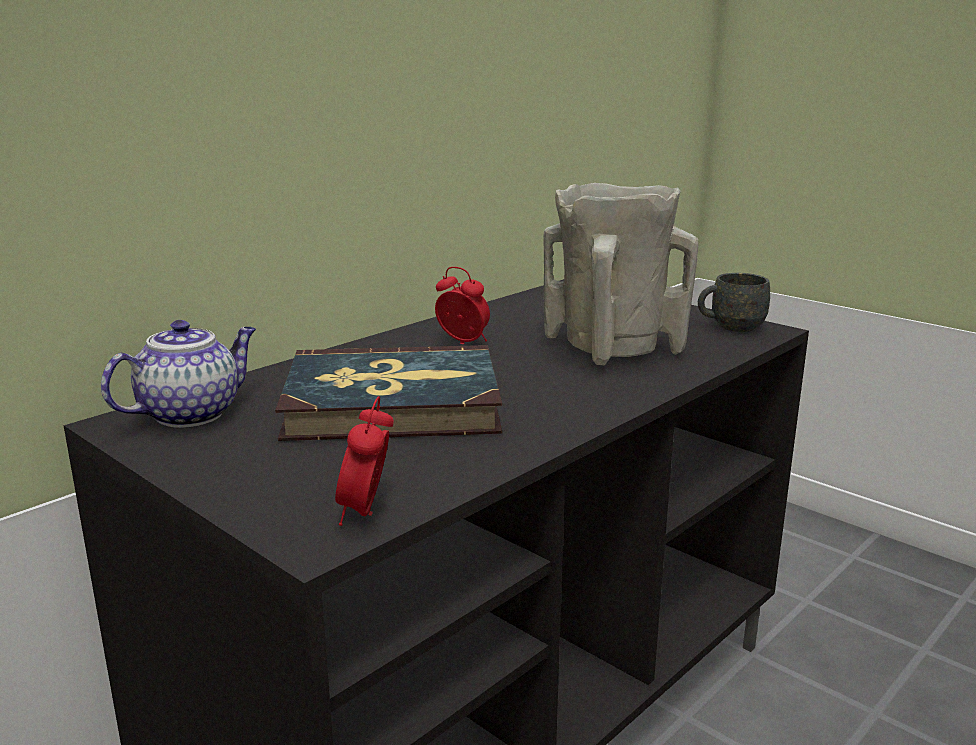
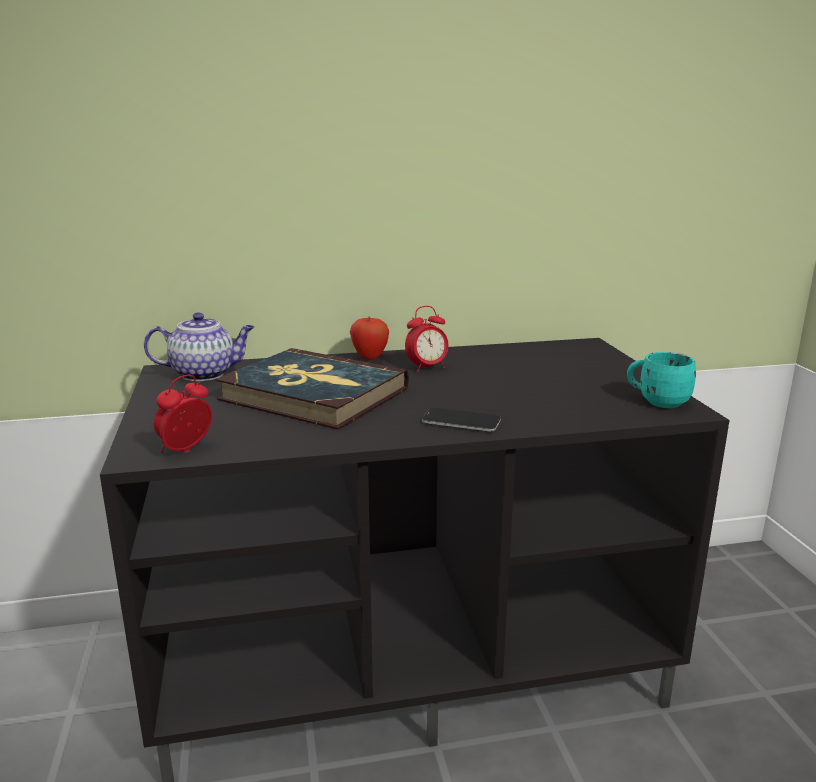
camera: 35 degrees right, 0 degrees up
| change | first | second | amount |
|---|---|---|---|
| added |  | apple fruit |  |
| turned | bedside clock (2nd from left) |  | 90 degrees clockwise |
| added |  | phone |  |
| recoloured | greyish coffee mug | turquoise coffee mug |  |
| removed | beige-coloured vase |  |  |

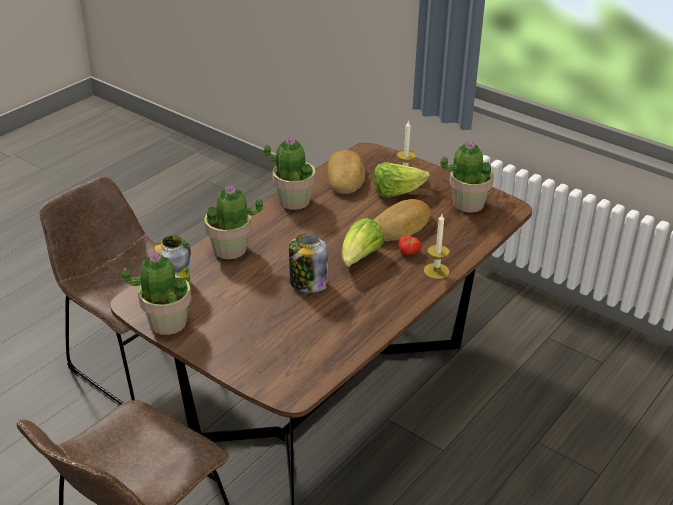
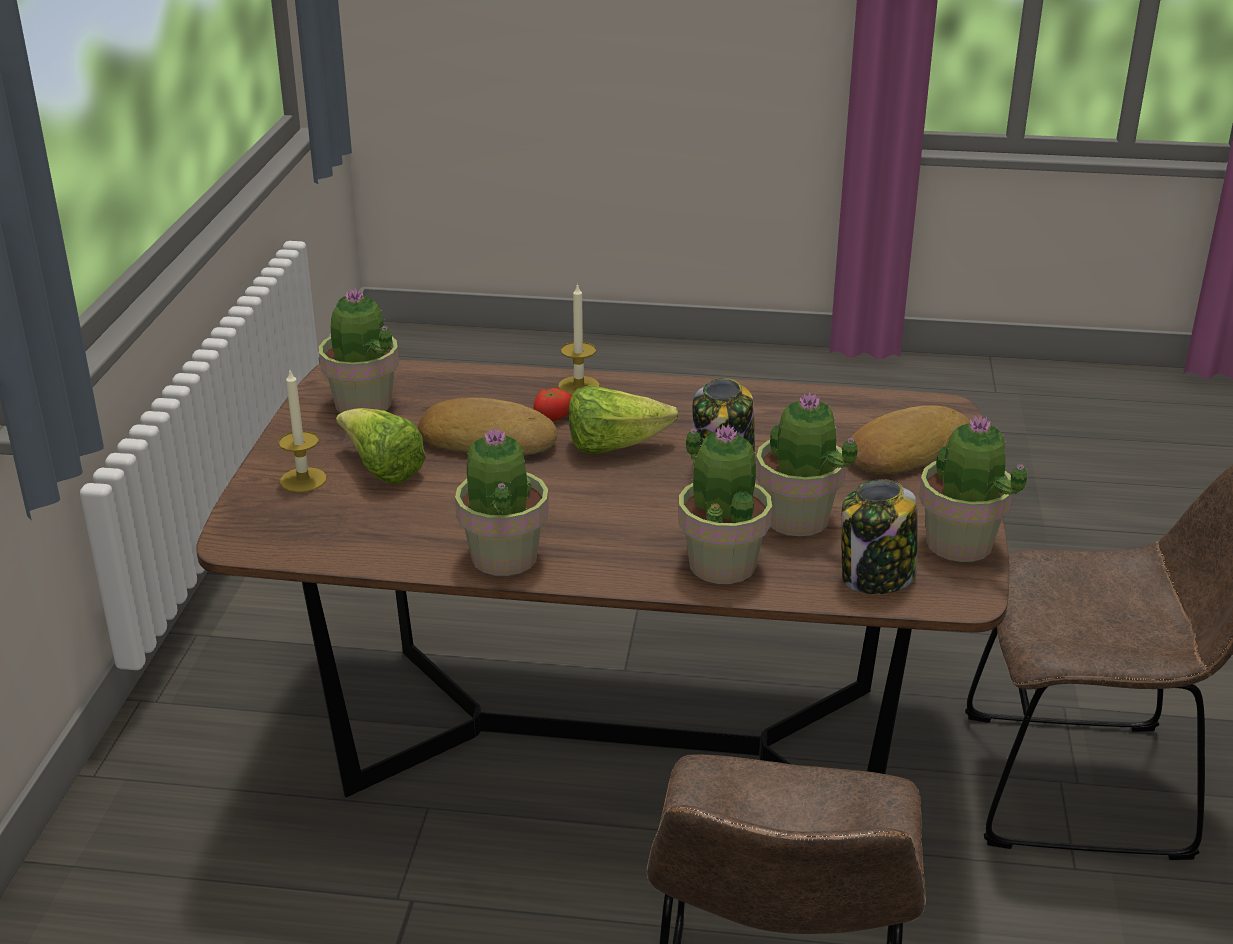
camera: 120 degrees left, 5 degrees down
| change | first | second | amount |
|---|---|---|---|
| added |  | plant in a pot (4th from left) |  |
| moved | bread (1st from left in the first image) | bread (2nd from left) |  |

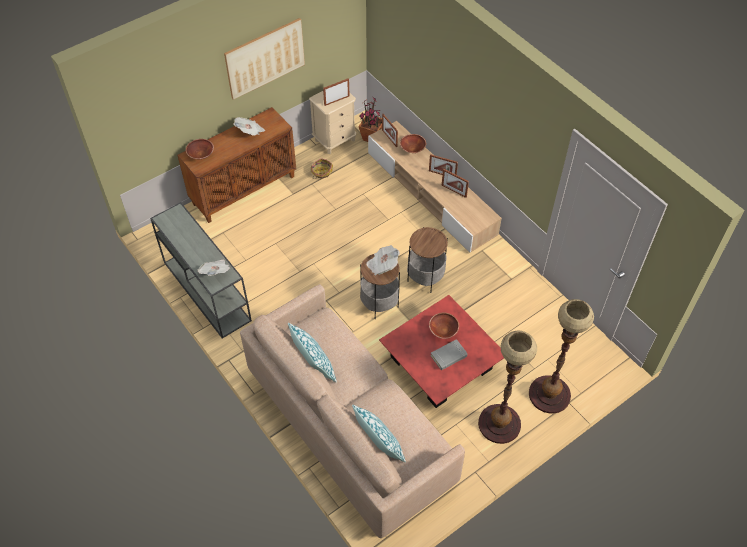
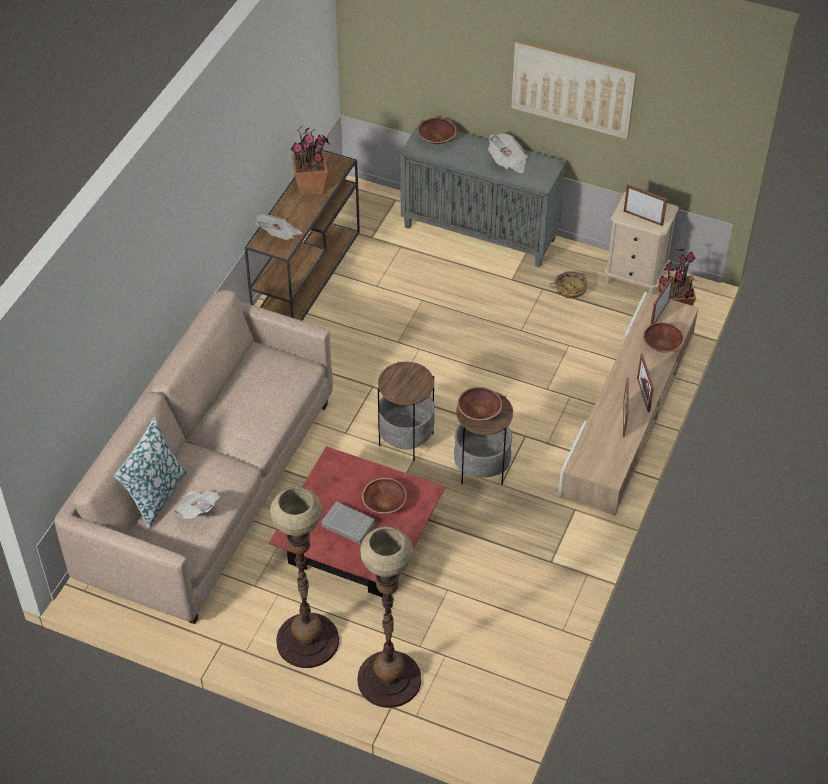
camera: 60 degrees right, 5 degrees down
| change | first | second | amount |
|---|---|---|---|
| moved | newspaper (3rd from left in the first image) | newspaper (1st from left) |  |
| recoloured | greyish console table | brown console table |  |
| added |  | plant in a pot (1st from left) |  |
| recoloured | brown storage cabinet | greyish storage cabinet |  |
| added |  | brown bowl (3rd from left) |  |
| removed | pillow (1st from left) |  |  |

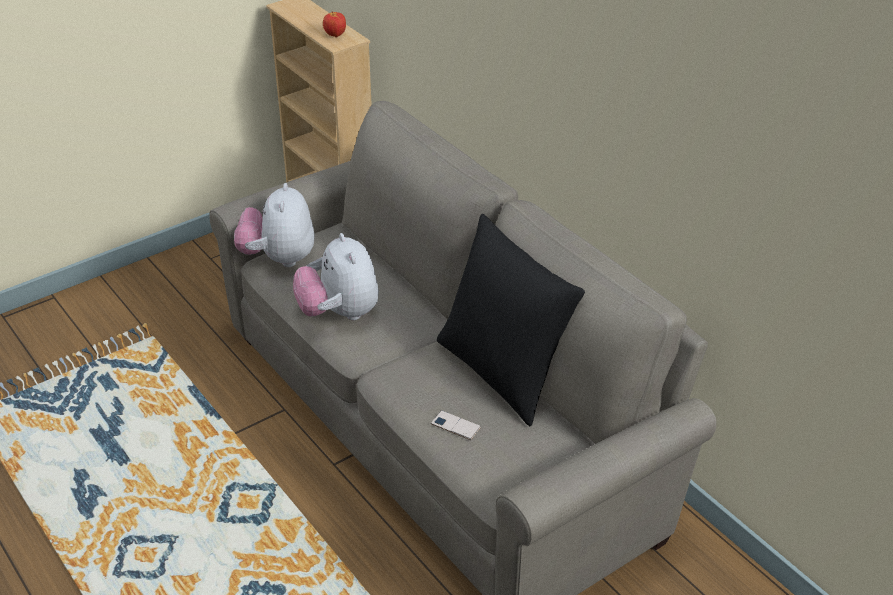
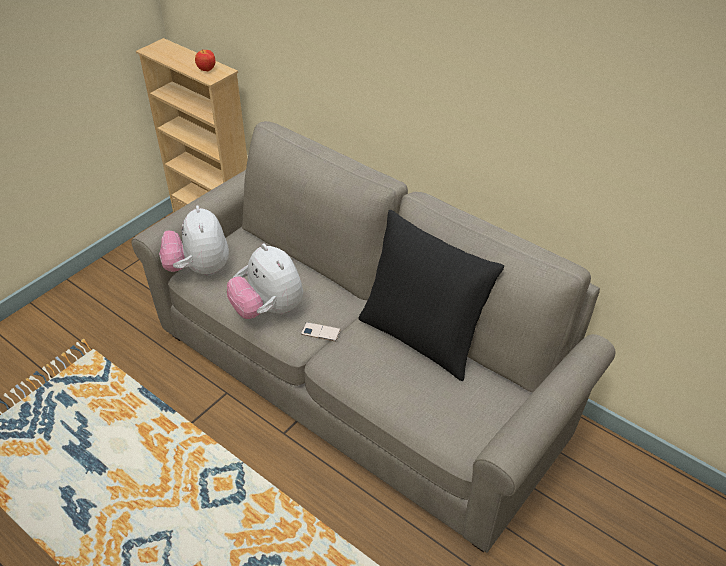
camera: 15 degrees left, 5 degrees up
| change | first | second | amount |
|---|---|---|---|
| moved | phone |  |  |

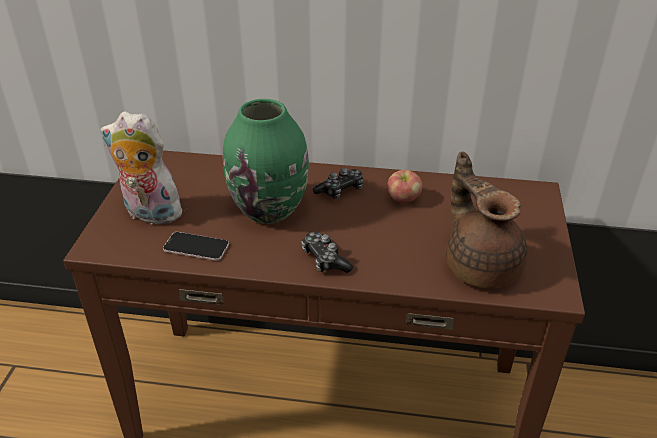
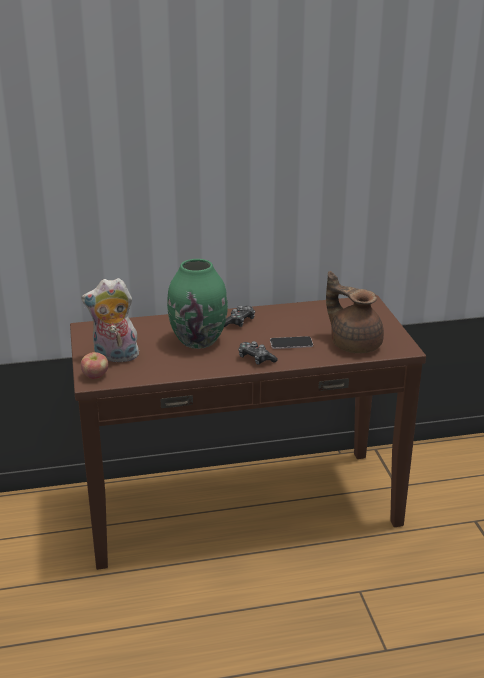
camera: 20 degrees left, 10 degrees down
| change | first | second | amount |
|---|---|---|---|
| moved | apple fruit |  |  |
| moved | phone |  |  |

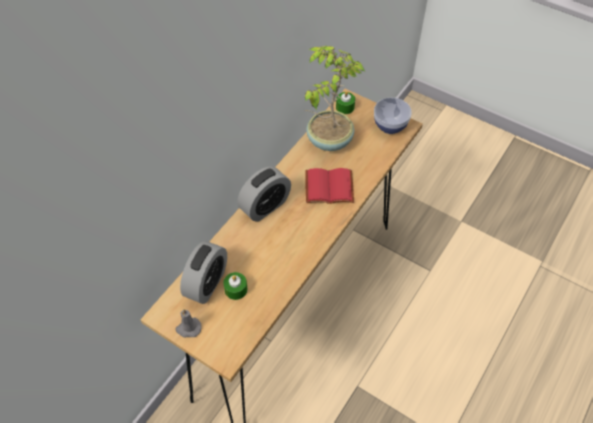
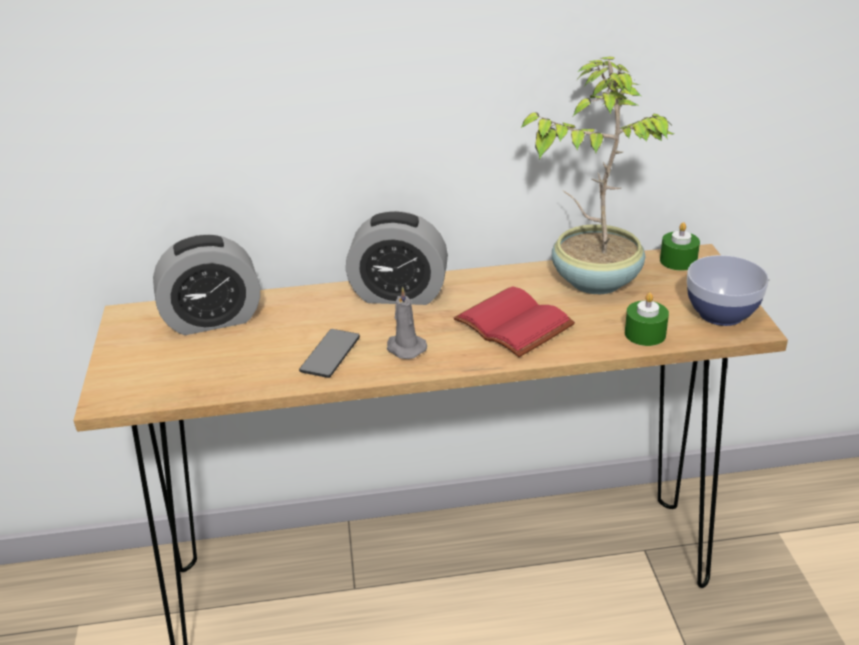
camera: 50 degrees right, 20 degrees down
| change | first | second | amount |
|---|---|---|---|
| added |  | phone |  |
| moved | greyish wax candle |  |  |
| moved | green-coloured wax candle (1st from left) |  |  |

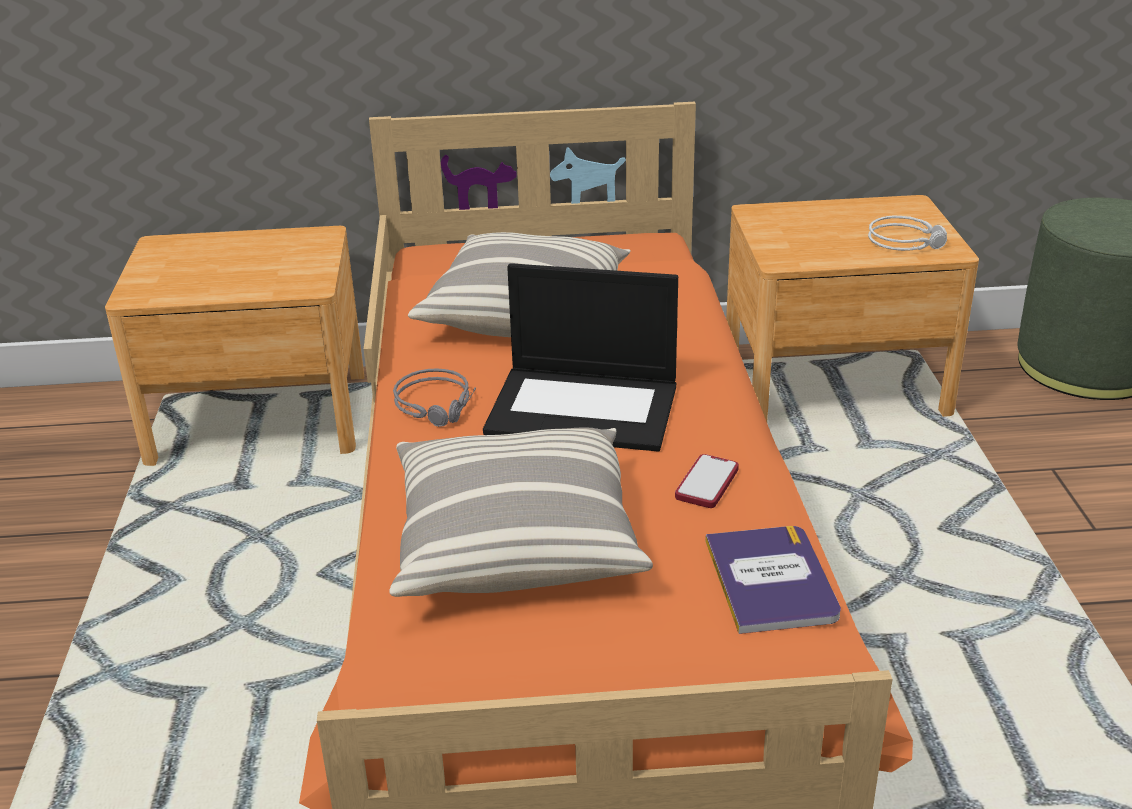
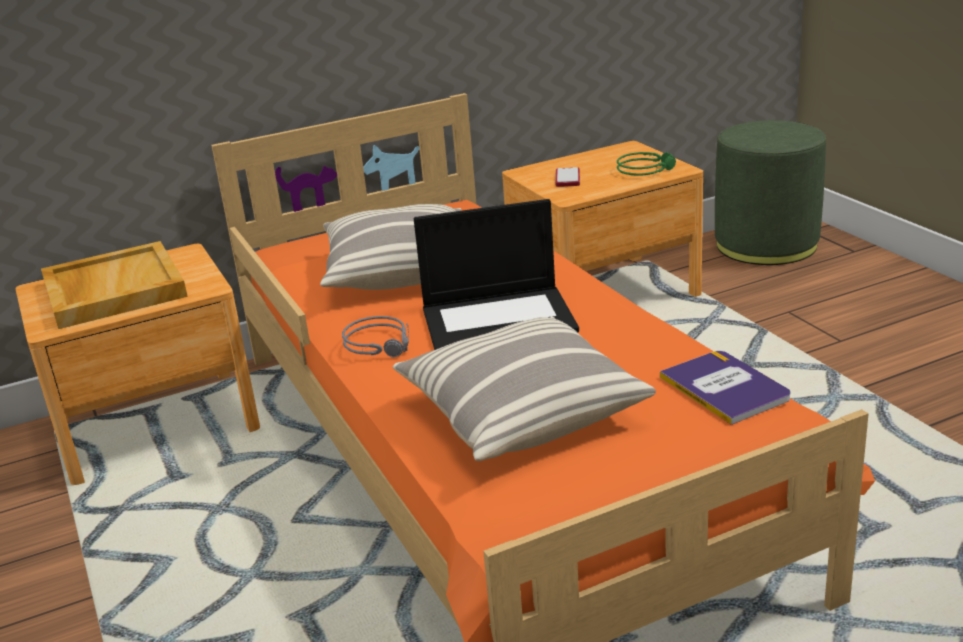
camera: 20 degrees left, 5 degrees down
| change | first | second | amount |
|---|---|---|---|
| added |  | beige-coloured tray |  |
| moved | phone |  |  |
| recoloured | greyish pair of headphones (2nd from left) | green-coloured pair of headphones |  |

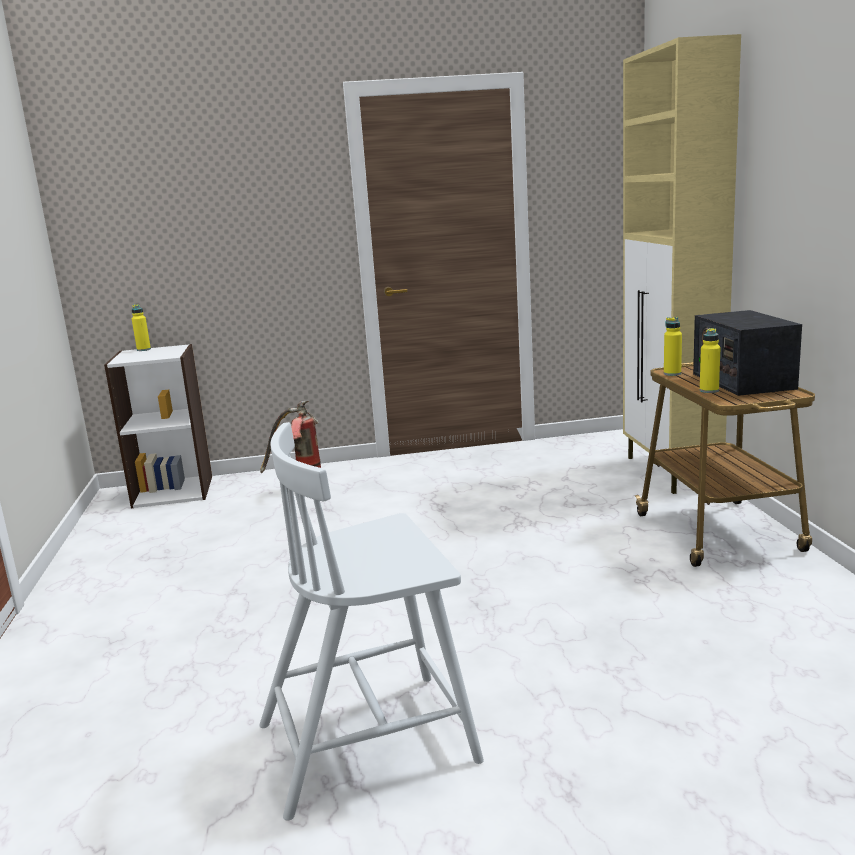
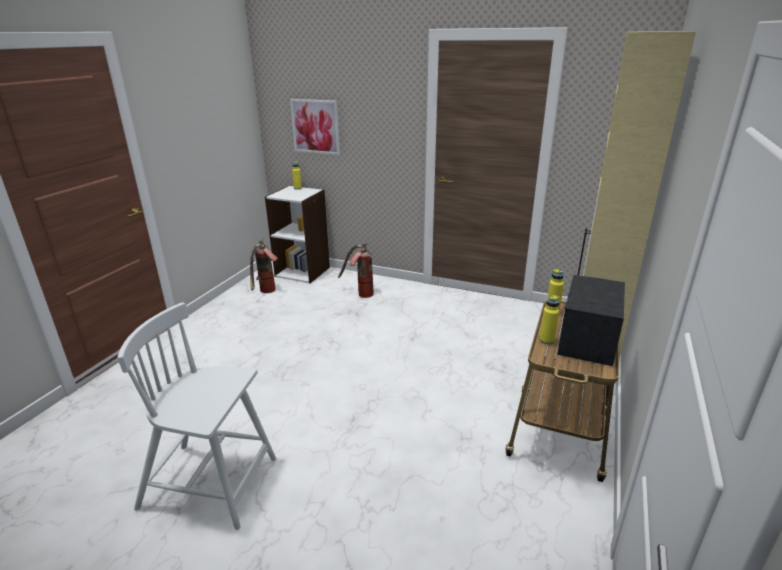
camera: 30 degrees right, 10 degrees up
| change | first | second | amount |
|---|---|---|---|
| added |  | fire extinguisher (1st from left) |  |
| added |  | wall art |  |

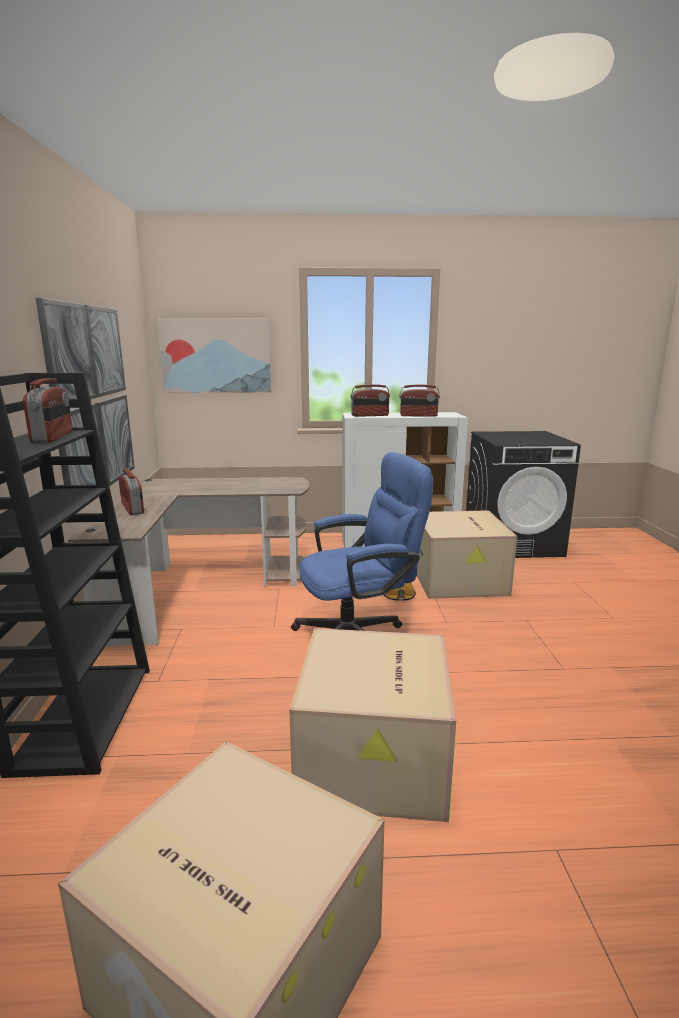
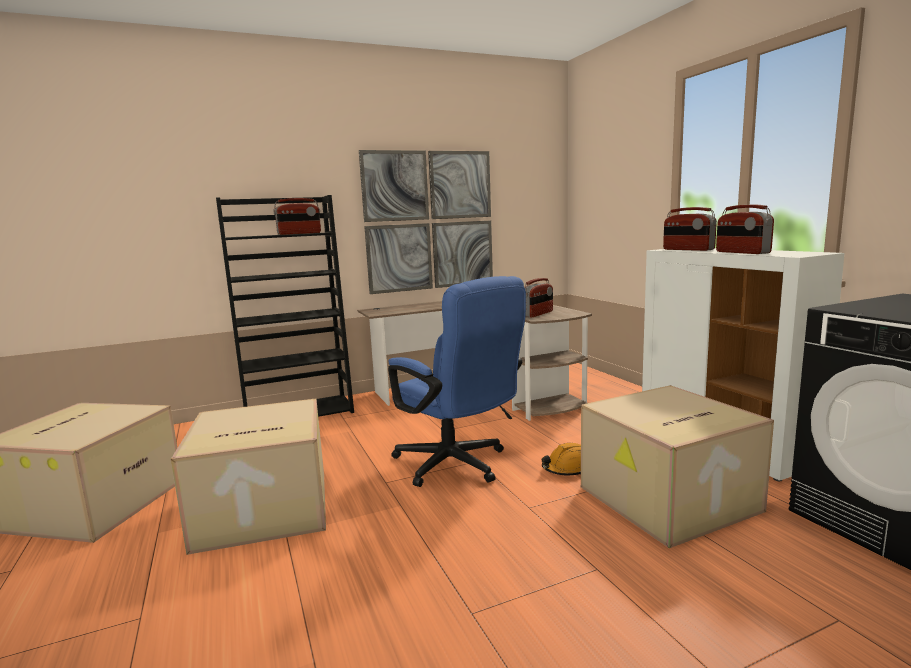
camera: 70 degrees right, 5 degrees down
| change | first | second | amount |
|---|---|---|---|
| moved | radio set (2nd from left) |  |  |
| removed | wall art (2nd from left) |  |  |

